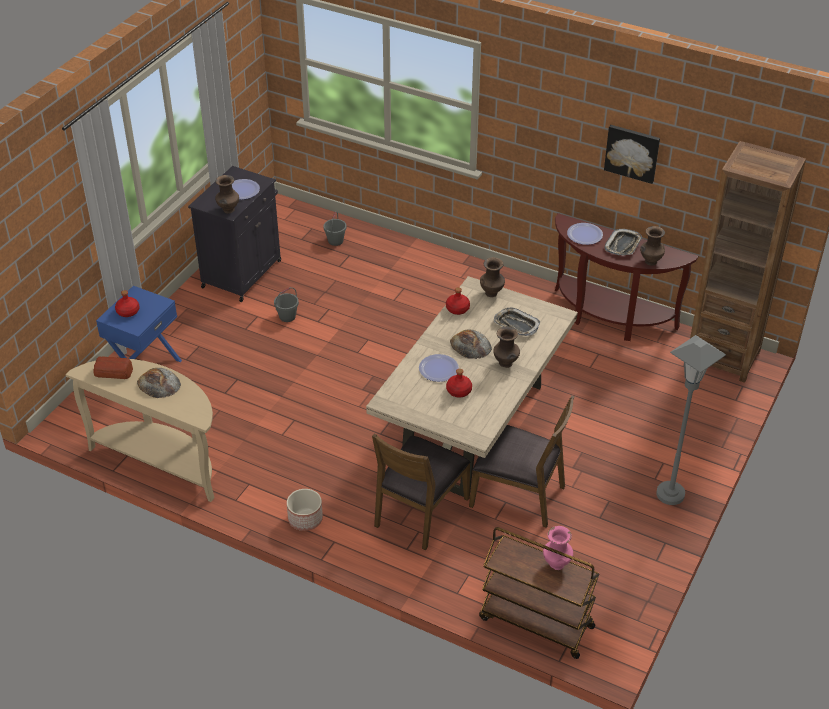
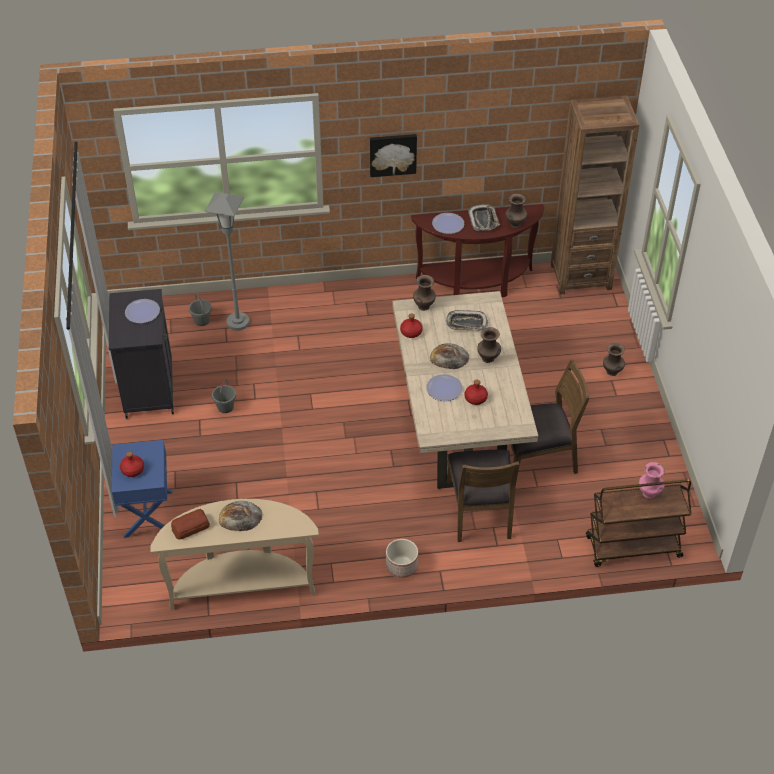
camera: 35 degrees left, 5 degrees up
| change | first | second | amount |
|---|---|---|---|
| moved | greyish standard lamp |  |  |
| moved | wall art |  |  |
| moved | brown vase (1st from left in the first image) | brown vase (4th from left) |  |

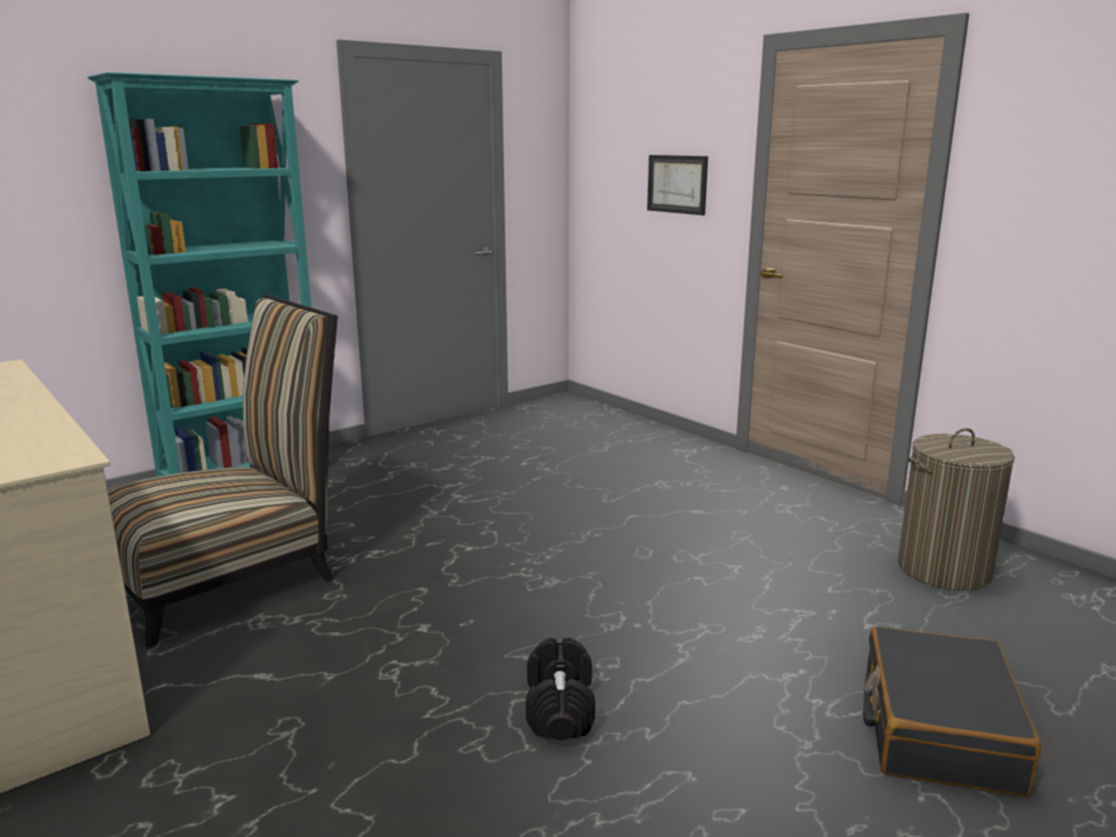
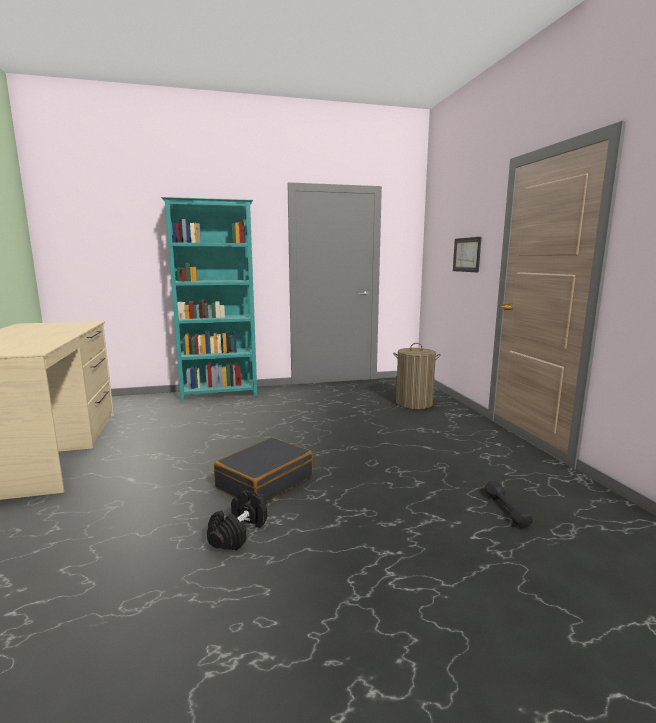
camera: 25 degrees right, 5 degrees down
| change | first | second | amount |
|---|---|---|---|
| moved | black-coloured suitcase |  |  |
| moved | washing basket |  |  |
| added |  | black-coloured dumbbell (2nd from left) |  |
| removed | plain chair |  |  |

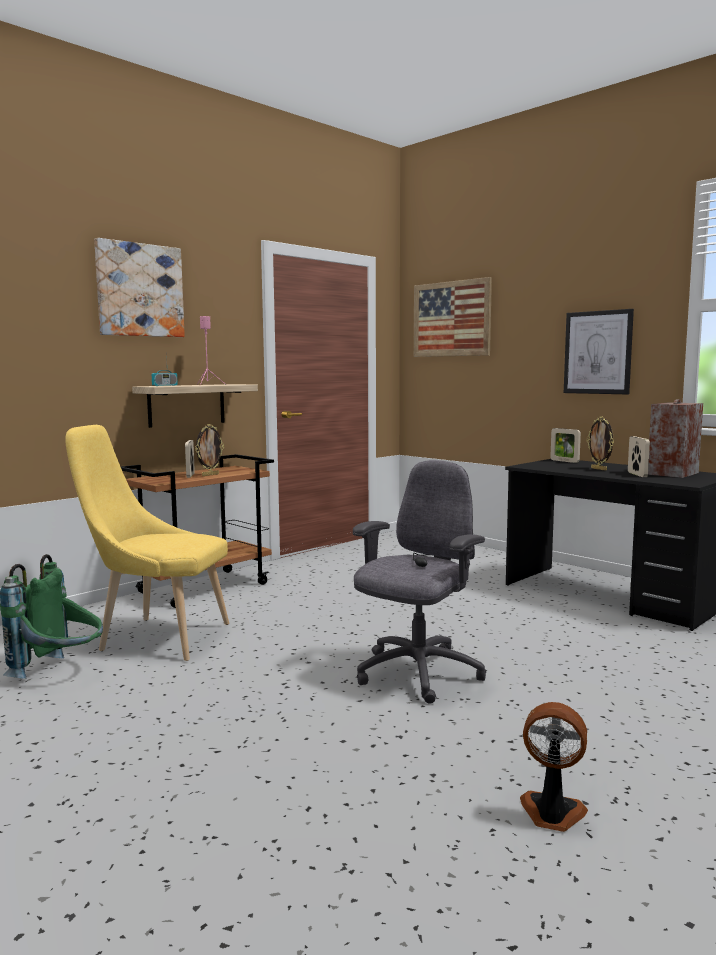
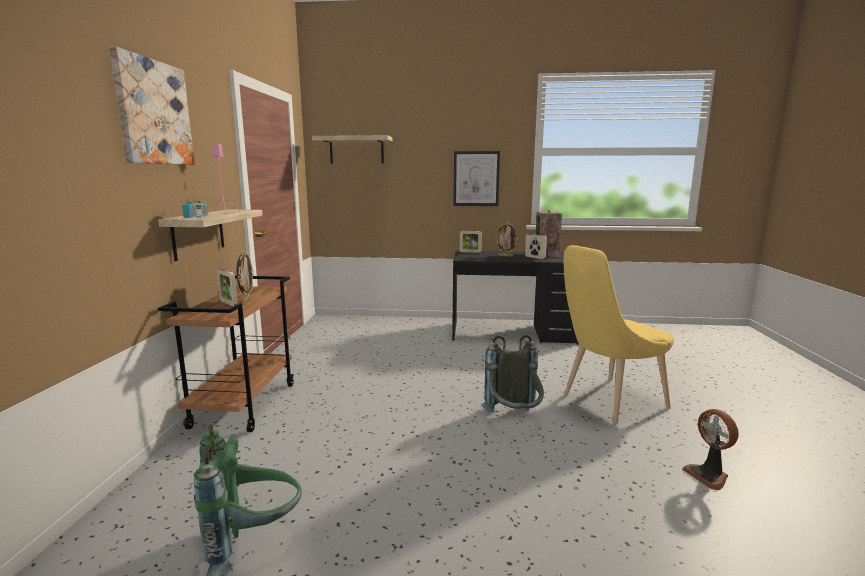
camera: 40 degrees left, 5 degrees up
| change | first | second | amount |
|---|---|---|---|
| replaced | wall art (2nd from left) | wall shelf (2nd from left) |  |
| replaced | greyish office chair | greyish rucksack |  |
| moved | yellow-coloured plain chair |  |  |
| turned | fan |  | 90 degrees counterclockwise |

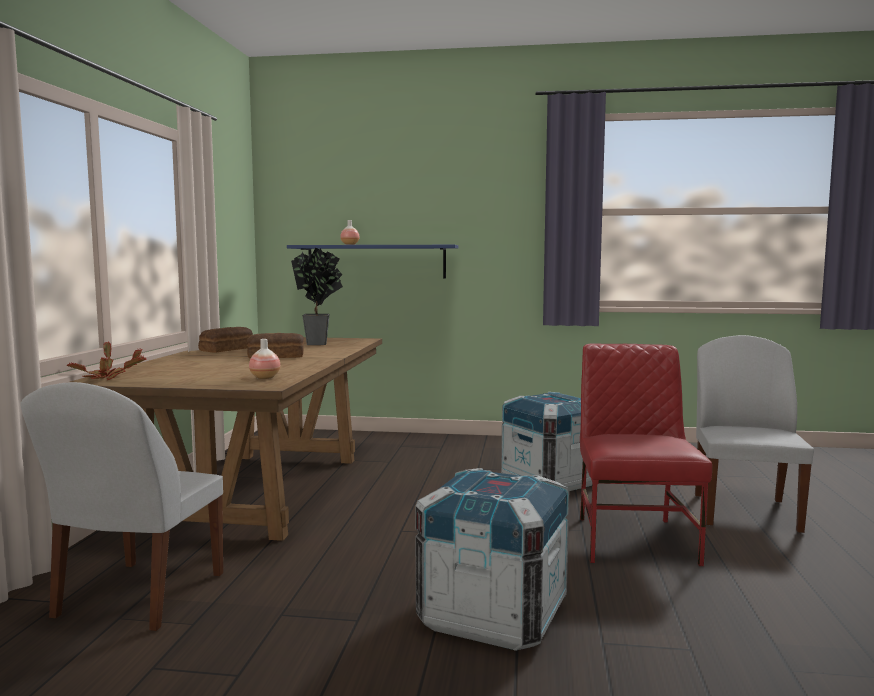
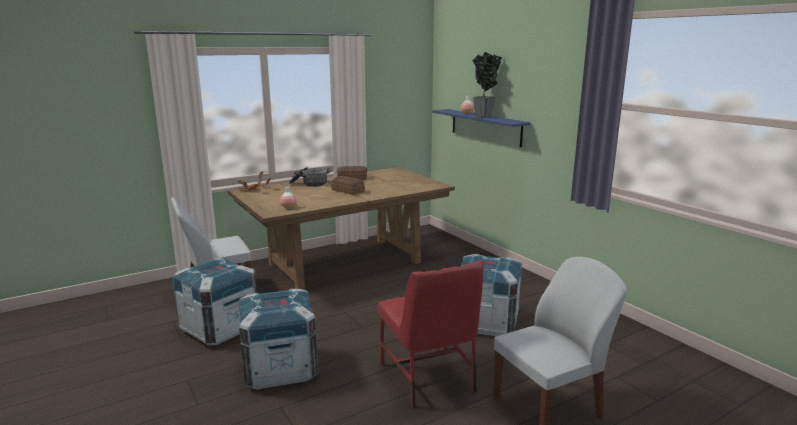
camera: 50 degrees right, 10 degrees up
| change | first | second | amount |
|---|---|---|---|
| added |  | shipping crate (1st from left) |  |
| added |  | stockpot |  |
| turned | red-coloured plain chair |  | 105 degrees clockwise |
| moved | plant in a pot (2nd from left) |  |  |

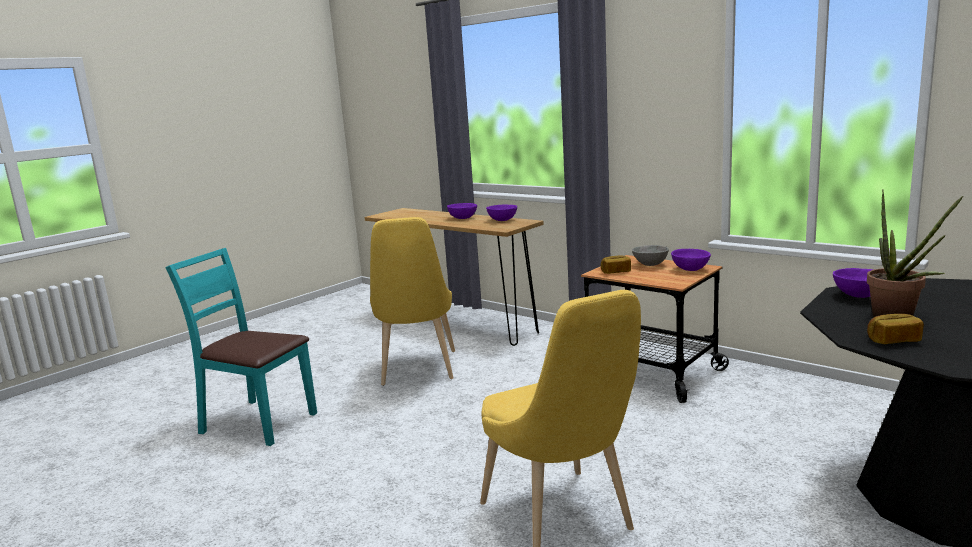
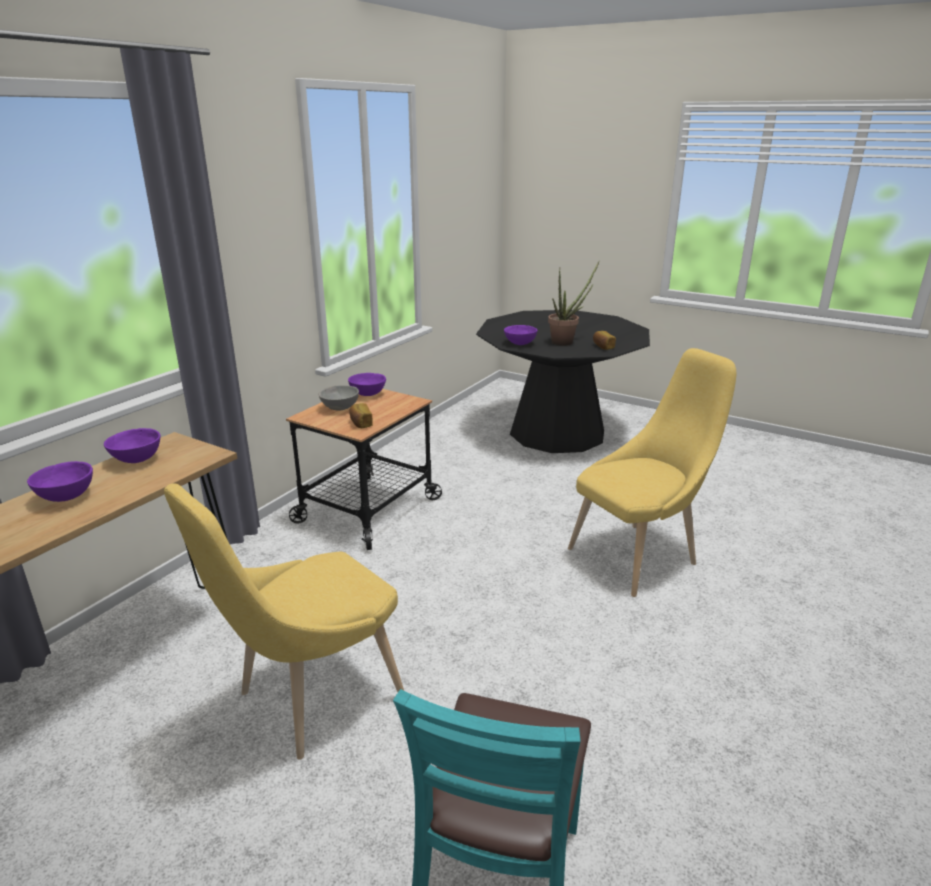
camera: 100 degrees left, 10 degrees up
| change | first | second | amount |
|---|---|---|---|
| turned | yellow-coloured plain chair (1st from left) |  | 150 degrees clockwise |

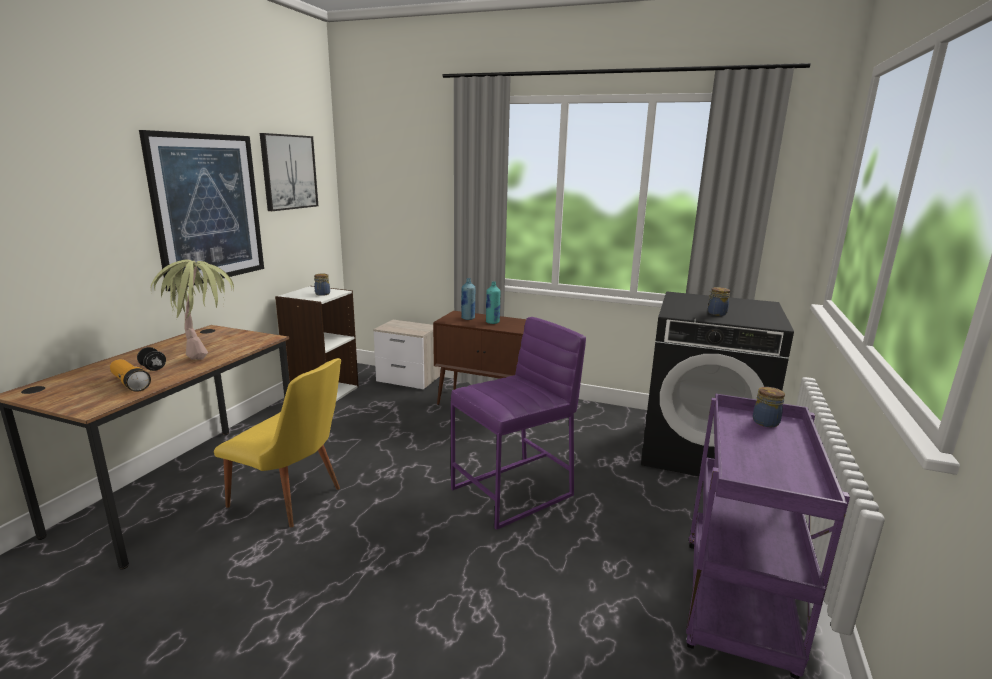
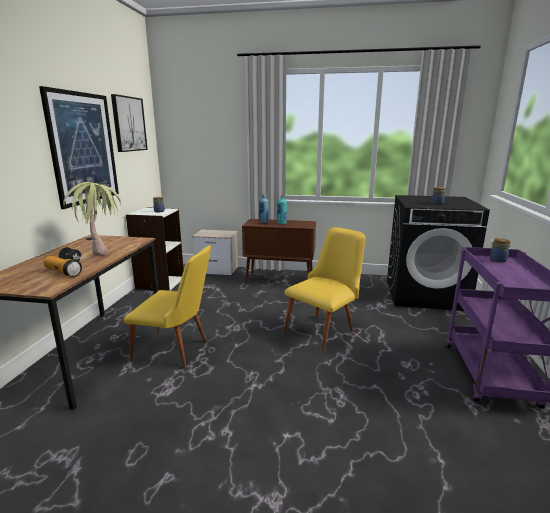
camera: 10 degrees left, 0 degrees up
| change | first | second | amount |
|---|---|---|---|
| replaced | purple-coloured stool | yellow-coloured plain chair (2nd from left) |  |

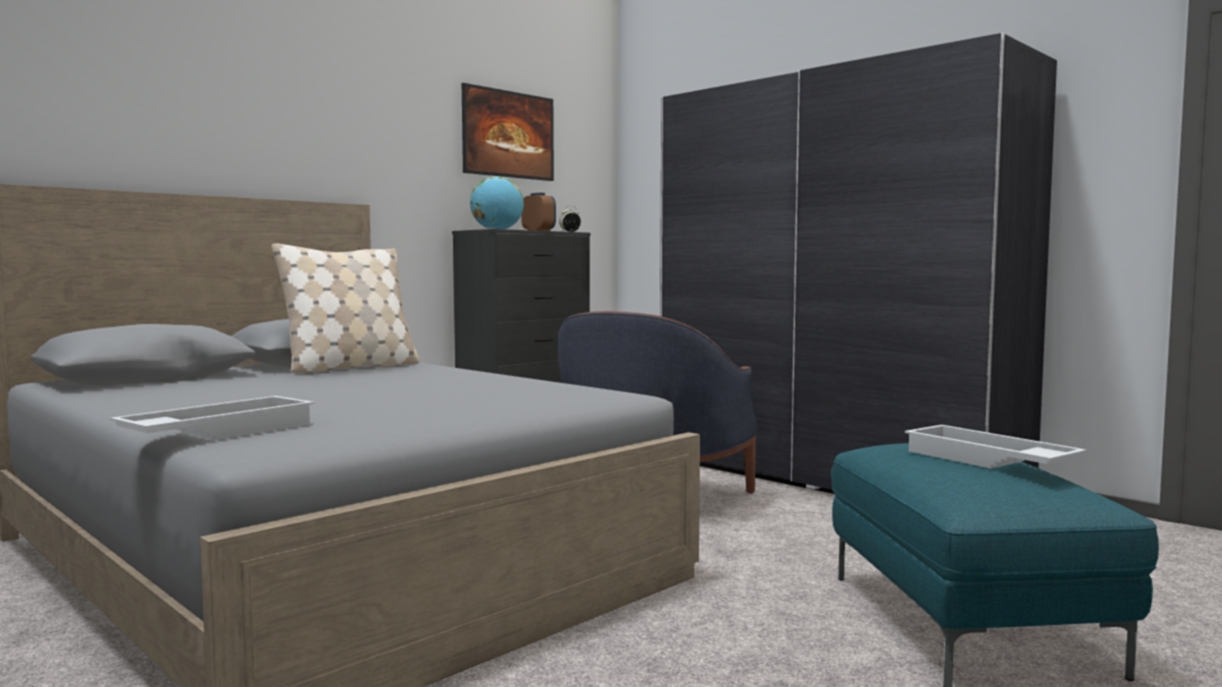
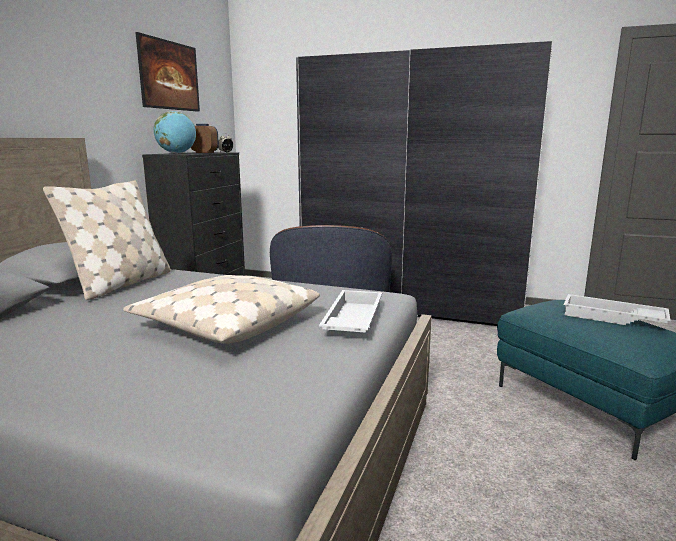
camera: 25 degrees left, 10 degrees up
| change | first | second | amount |
|---|---|---|---|
| added |  | beige-coloured pillow (2nd from left) |  |
| moved | white tray (1st from left) |  |  |

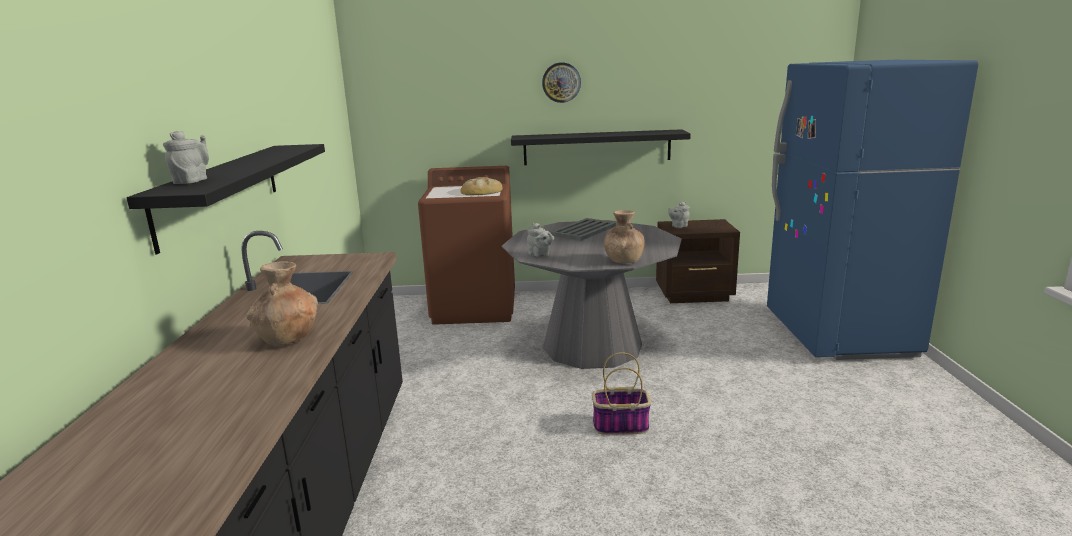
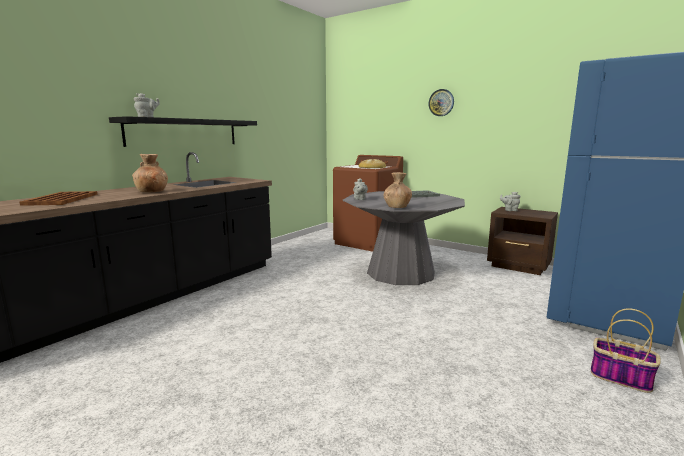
camera: 35 degrees right, 5 degrees down
| change | first | second | amount |
|---|---|---|---|
| added |  | brown tray |  |
| moved | basket |  |  |
| removed | black-coloured wall shelf (2nd from left) |  |  |

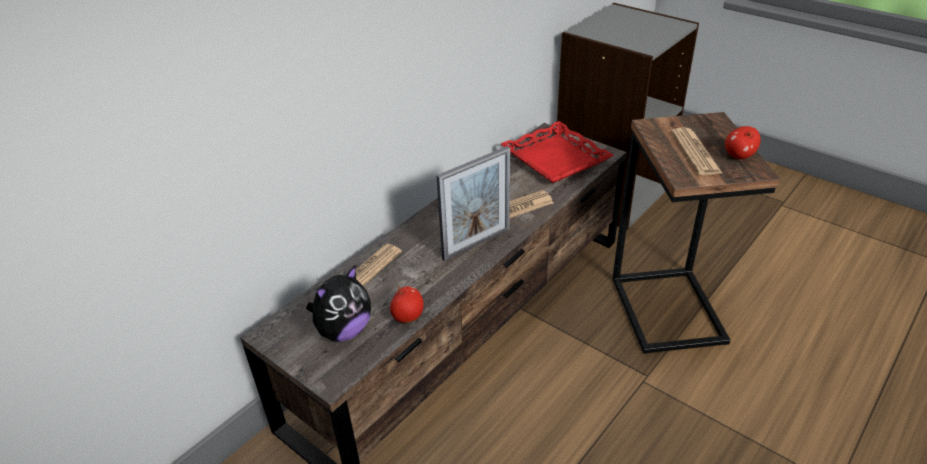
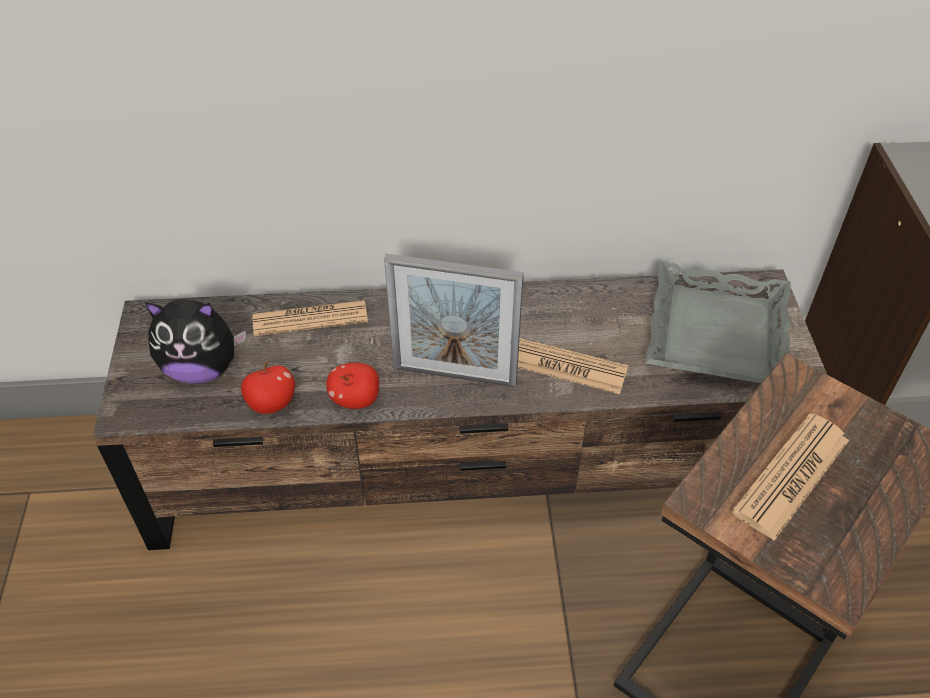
camera: 45 degrees right, 10 degrees up
| change | first | second | amount |
|---|---|---|---|
| moved | apple fruit (2nd from left) |  |  |
| recoloured | red-coloured tray | greyish tray |  |

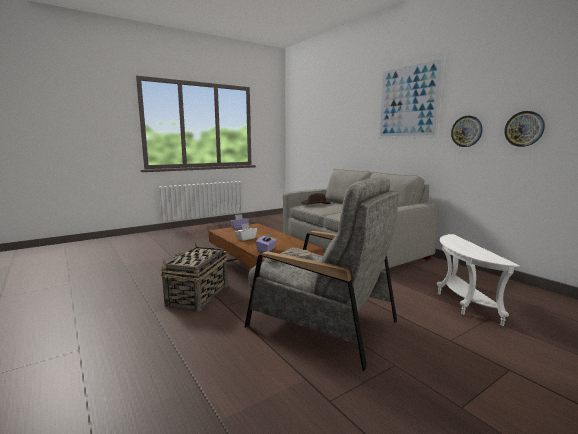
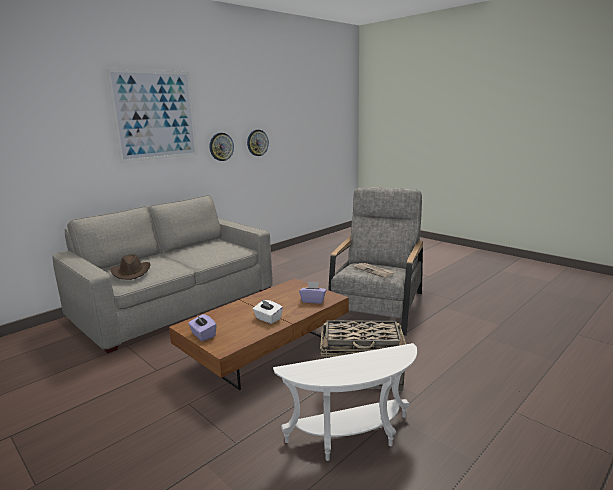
camera: 100 degrees left, 5 degrees up
| change | first | second | amount |
|---|---|---|---|
| moved | white accent table |  |  |

